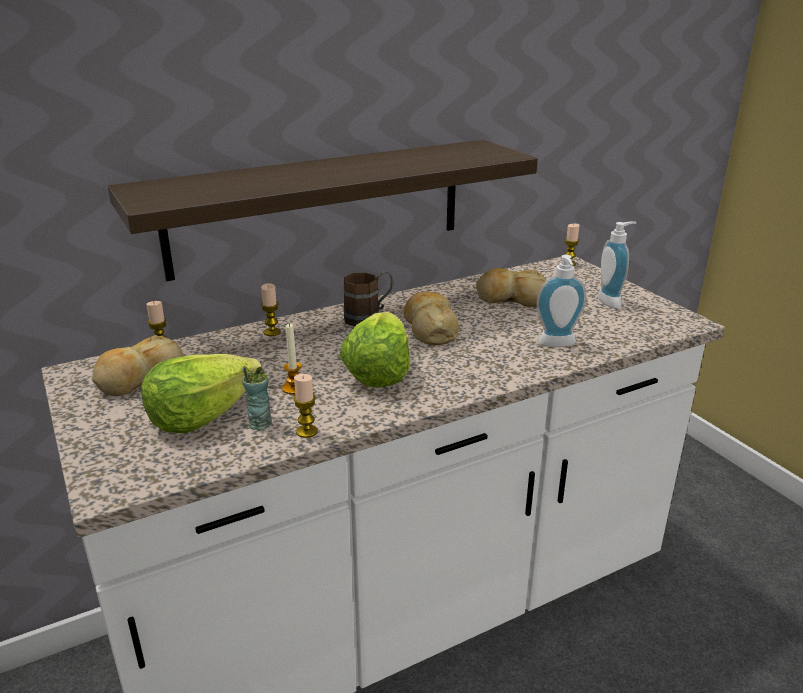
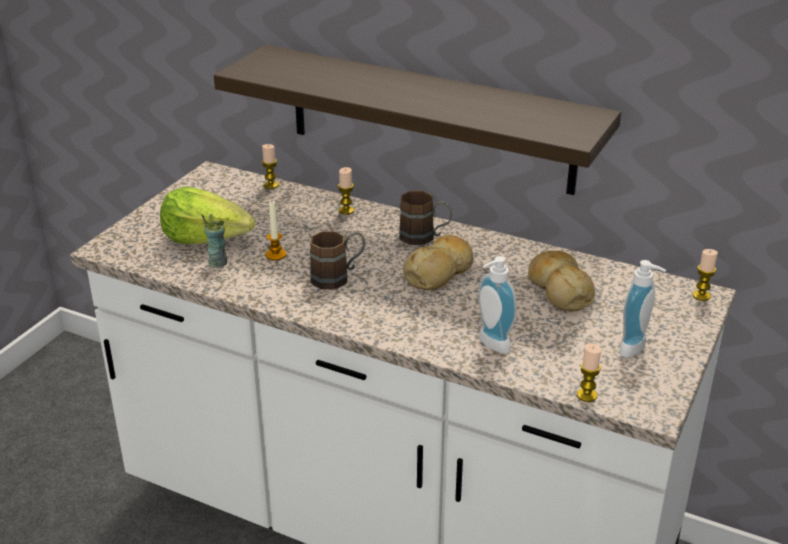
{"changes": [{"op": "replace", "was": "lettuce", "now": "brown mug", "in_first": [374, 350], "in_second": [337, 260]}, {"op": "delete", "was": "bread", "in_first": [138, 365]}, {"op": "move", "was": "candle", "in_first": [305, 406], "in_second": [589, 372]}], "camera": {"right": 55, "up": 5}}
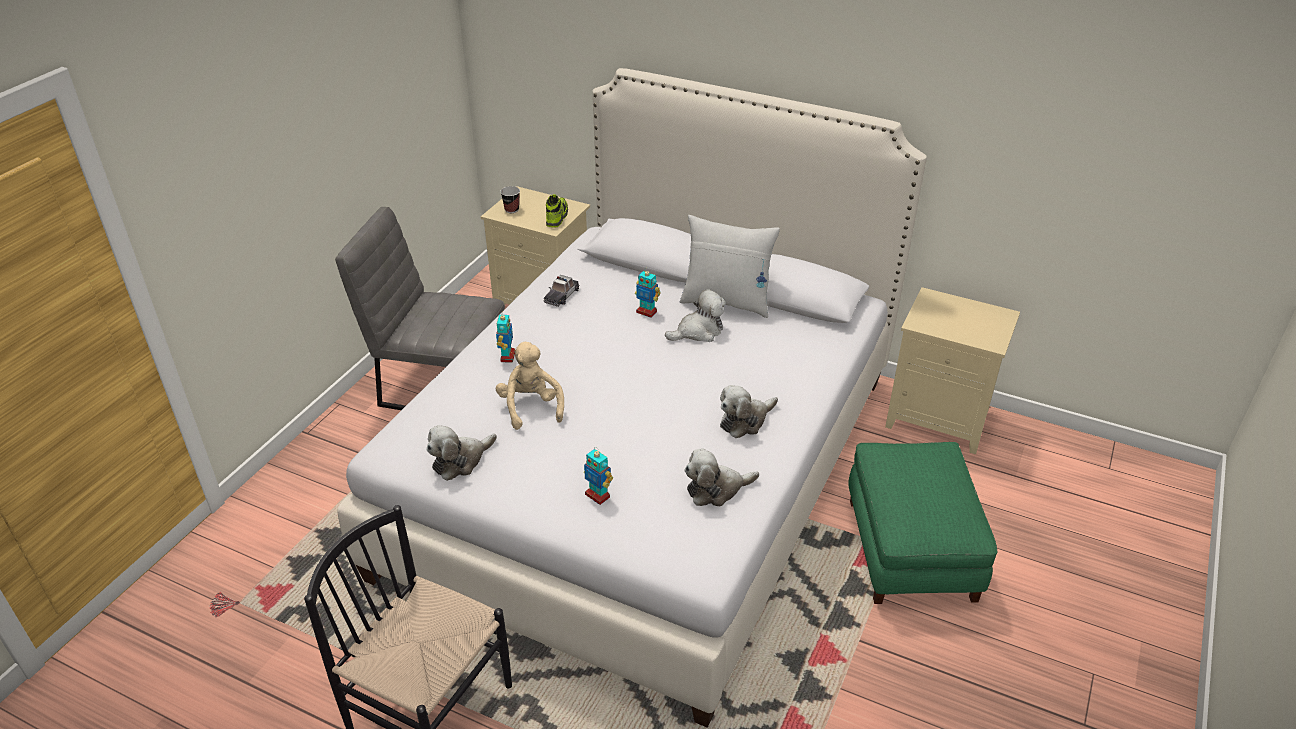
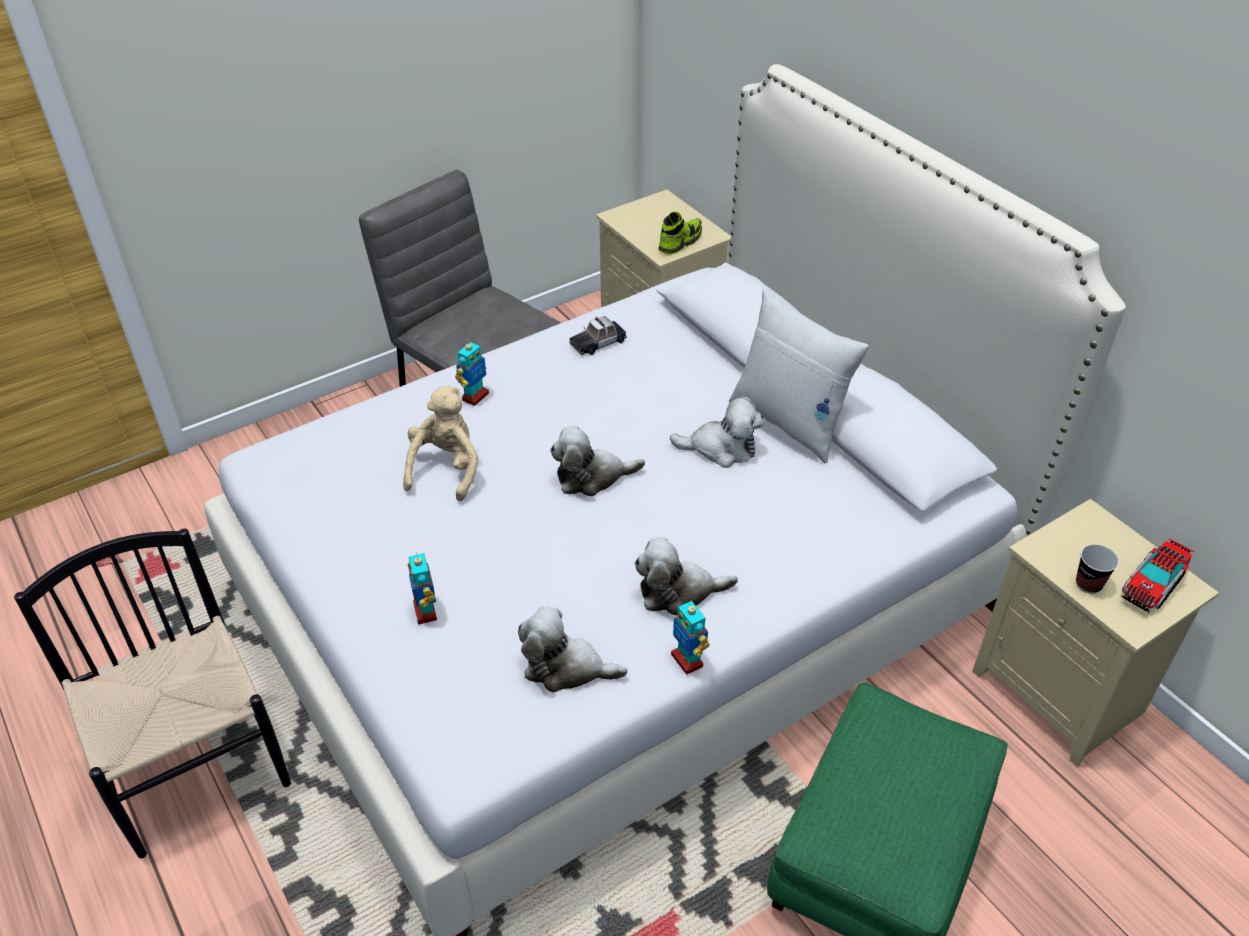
{"changes": [{"op": "move", "was": "cup", "in_first": [510, 199], "in_second": [1097, 569]}, {"op": "move", "was": "toy robot", "in_first": [647, 293], "in_second": [690, 638]}, {"op": "move", "was": "plush toy", "in_first": [461, 453], "in_second": [597, 461]}, {"op": "insert", "now": "toy truck", "in_second": [1158, 575]}], "camera": {"right": 30, "up": 5}}
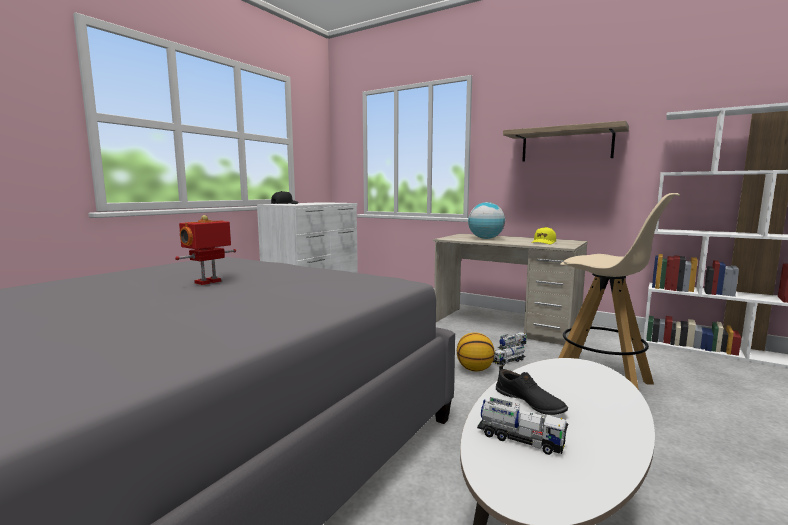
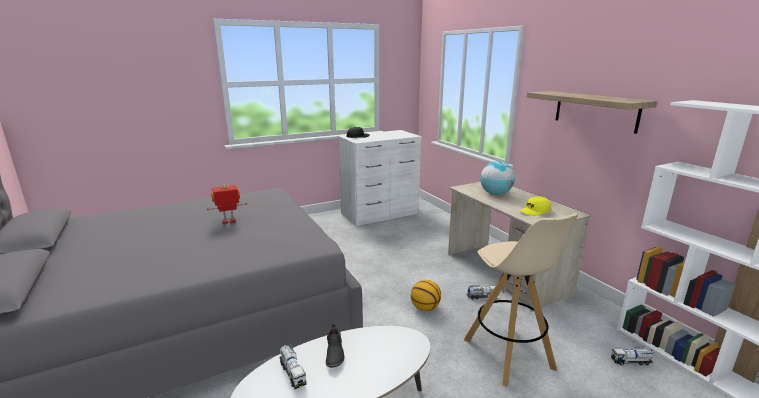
{"changes": [{"op": "move", "was": "toy truck", "in_first": [509, 355], "in_second": [632, 356]}], "camera": {"right": 30, "up": 10}}
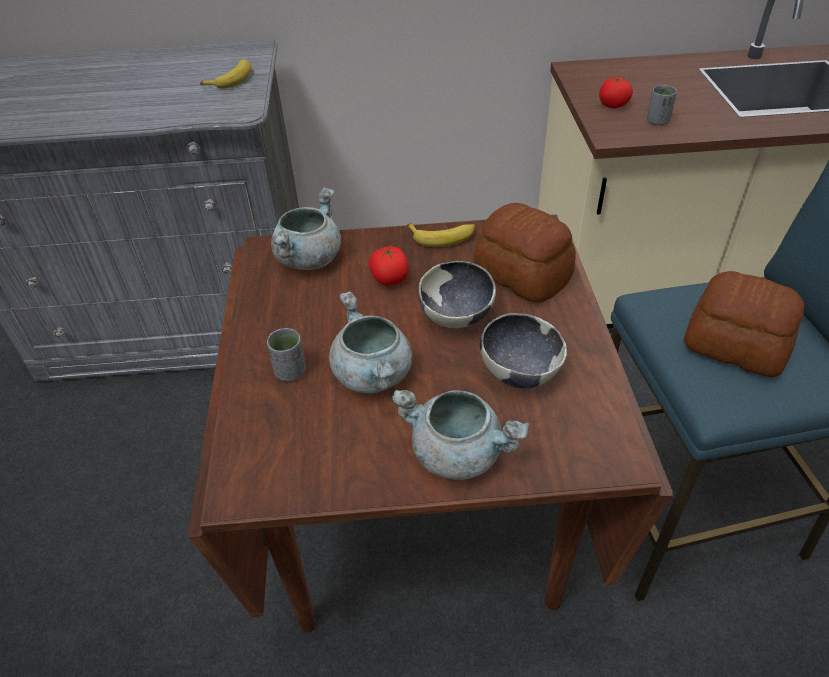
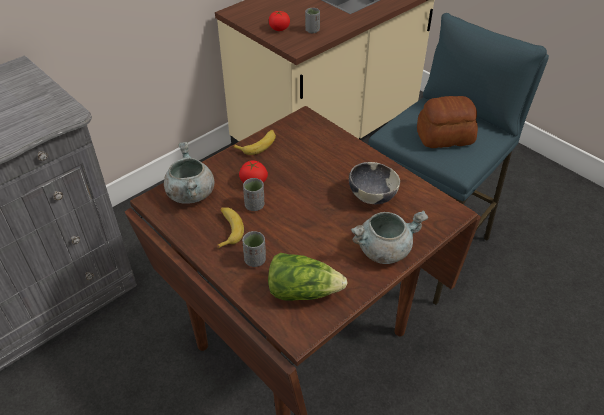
{"changes": [{"op": "move", "was": "banana", "in_first": [225, 74], "in_second": [230, 228]}, {"op": "delete", "was": "bread", "in_first": [525, 253]}, {"op": "delete", "was": "bowl", "in_first": [457, 295]}, {"op": "delete", "was": "grey cooking pot", "in_first": [370, 342]}, {"op": "insert", "now": "grey cup", "in_second": [253, 194]}, {"op": "insert", "now": "lettuce", "in_second": [308, 277]}], "camera": {"right": -40, "up": 0}}
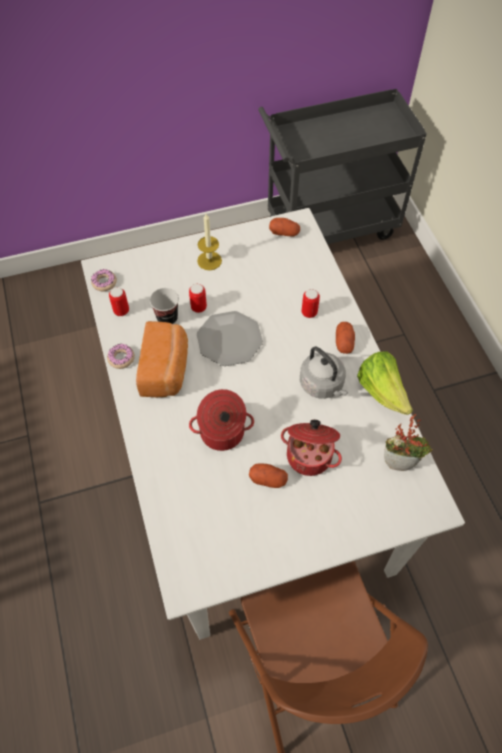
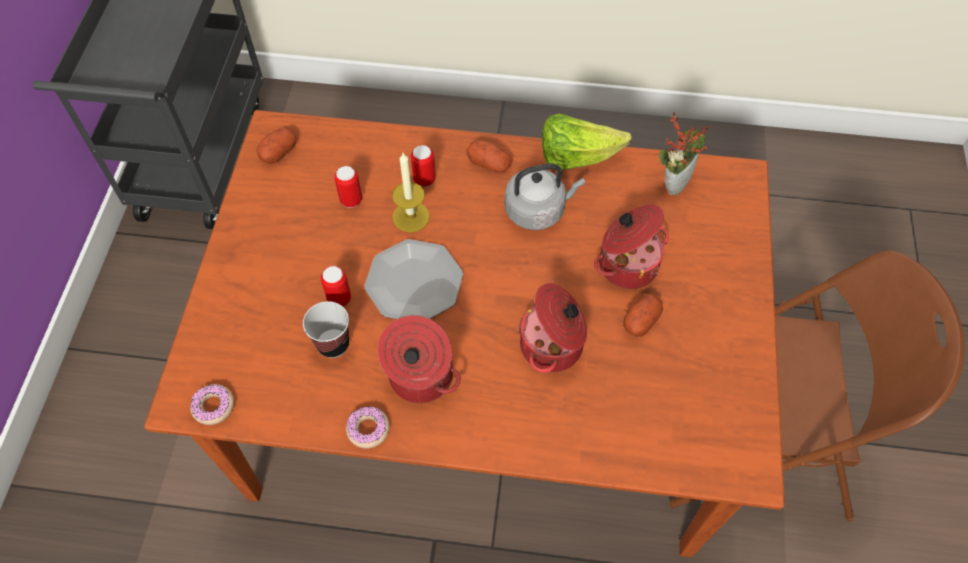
{"changes": [{"op": "recolor", "was": "white dining table", "now": "brown dining table", "in_first": [273, 424], "in_second": [464, 333]}, {"op": "move", "was": "candle", "in_first": [209, 242], "in_second": [411, 193]}, {"op": "move", "was": "can", "in_first": [119, 301], "in_second": [348, 187]}, {"op": "replace", "was": "bread", "now": "cooking pot", "in_first": [162, 359], "in_second": [419, 359]}], "camera": {"right": -65, "up": 0}}
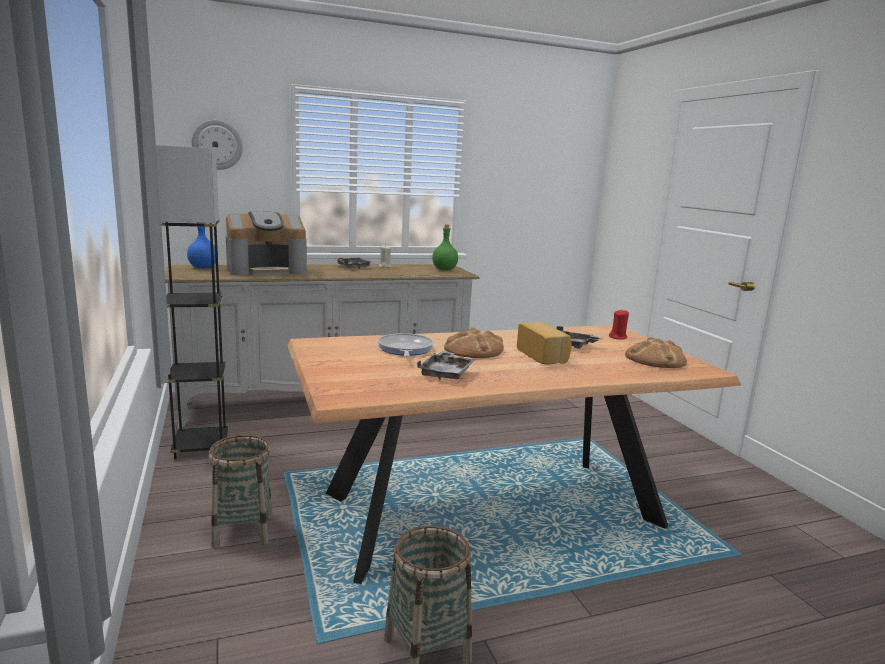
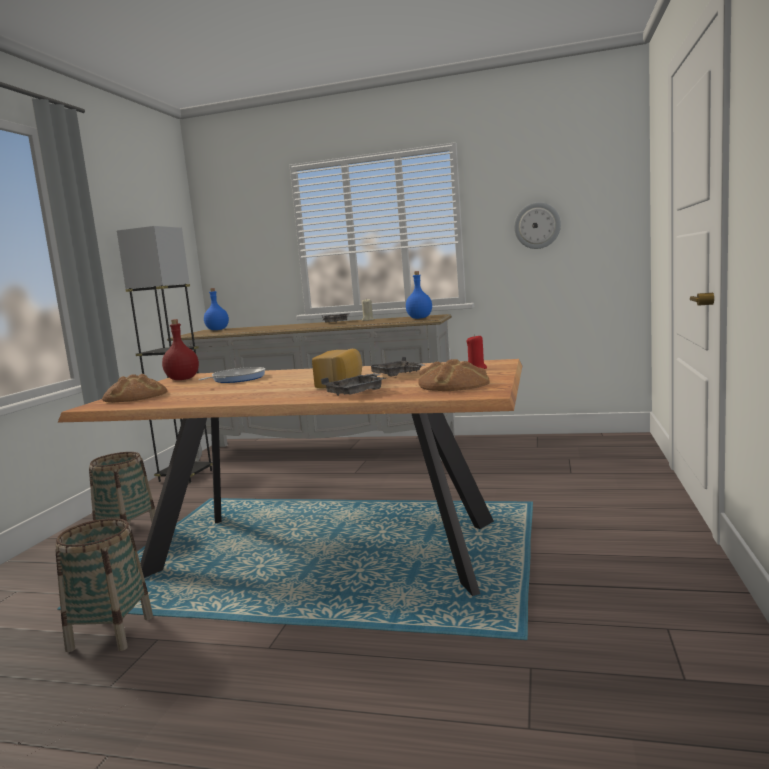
{"changes": [{"op": "move", "was": "wall clock", "in_first": [217, 145], "in_second": [537, 225]}, {"op": "delete", "was": "coffee machine", "in_first": [266, 243]}, {"op": "recolor", "was": "green bottle", "now": "blue bottle", "in_first": [445, 247], "in_second": [419, 295]}, {"op": "move", "was": "bread", "in_first": [474, 343], "in_second": [134, 388]}, {"op": "move", "was": "grey tray", "in_first": [446, 365], "in_second": [353, 384]}, {"op": "insert", "now": "red bottle", "in_second": [180, 349]}], "camera": {"right": 35, "up": -5}}
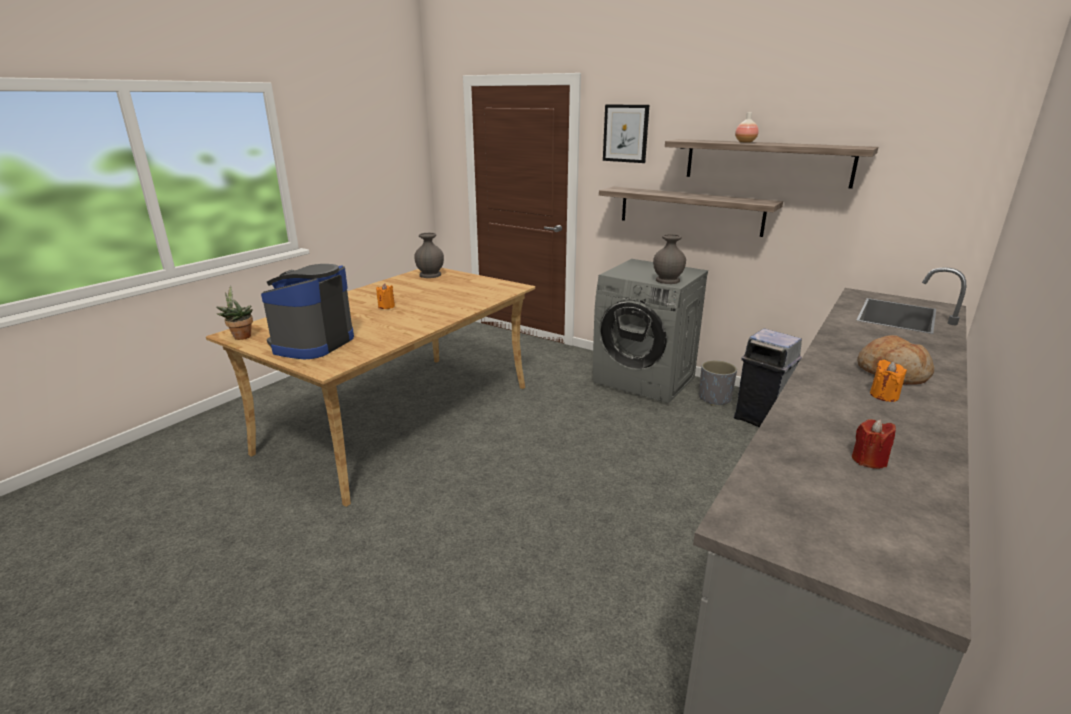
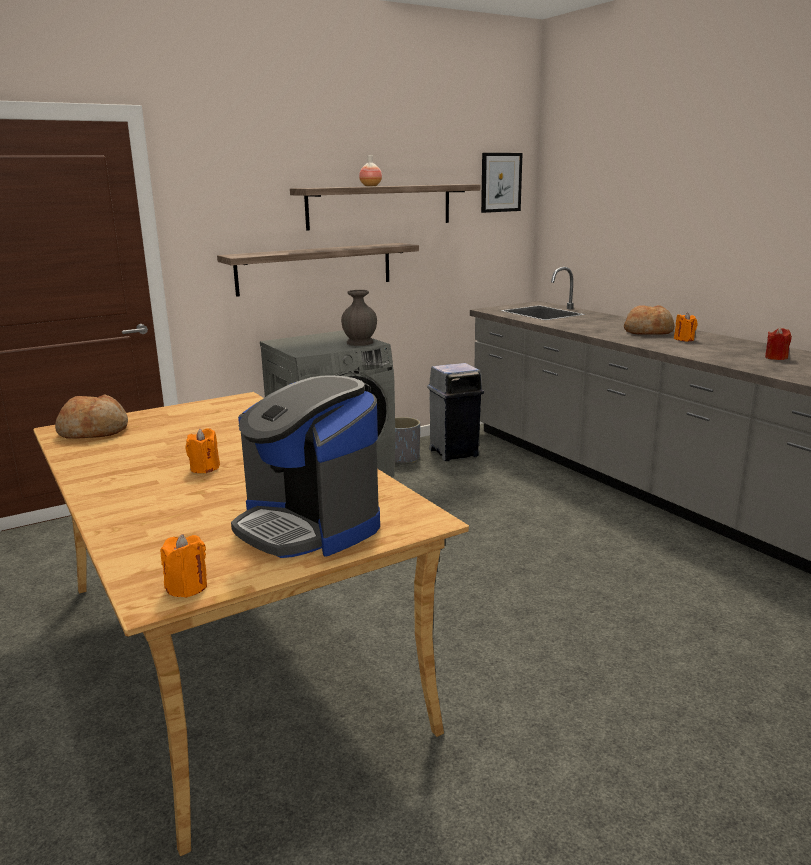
{"changes": [{"op": "move", "was": "picture", "in_first": [626, 133], "in_second": [502, 183]}, {"op": "replace", "was": "grey vase", "now": "bread", "in_first": [429, 255], "in_second": [91, 416]}, {"op": "replace", "was": "potted plant", "now": "orange candle", "in_first": [234, 313], "in_second": [183, 566]}], "camera": {"right": -65, "up": -5}}
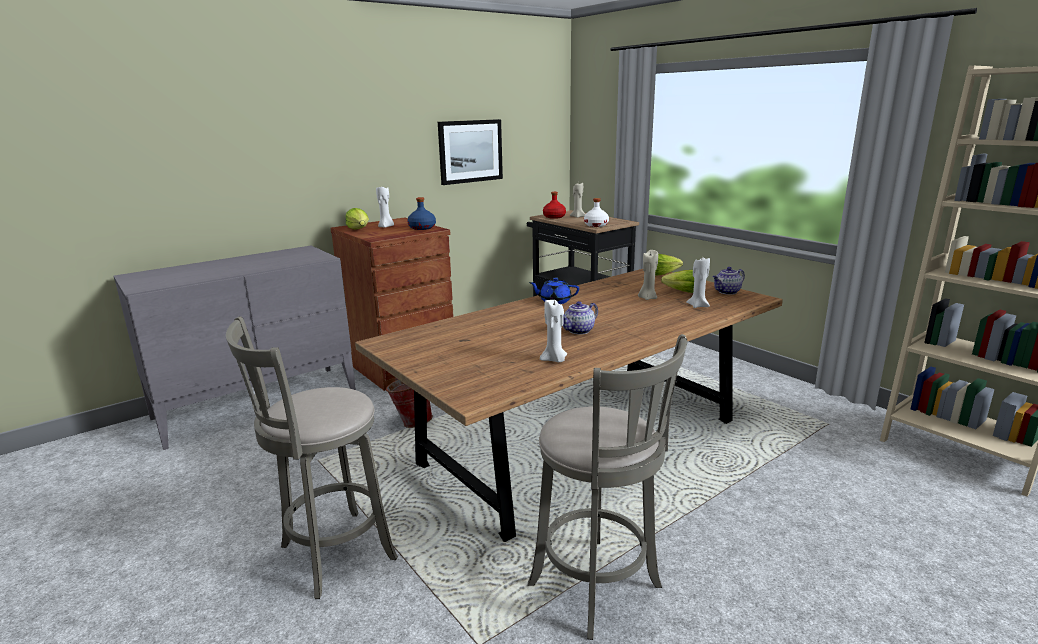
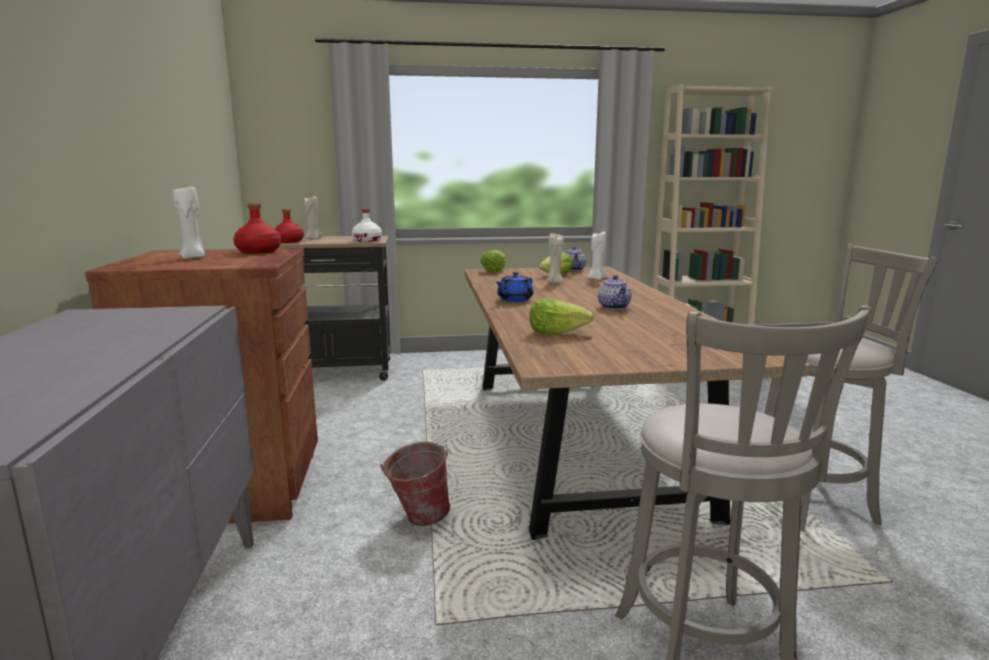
{"changes": [{"op": "delete", "was": "picture", "in_first": [470, 152]}, {"op": "recolor", "was": "blue bottle", "now": "red bottle", "in_first": [421, 213], "in_second": [257, 228]}, {"op": "move", "was": "lettuce", "in_first": [357, 219], "in_second": [562, 316]}, {"op": "delete", "was": "white candle", "in_first": [553, 330]}], "camera": {"right": -60, "up": -5}}
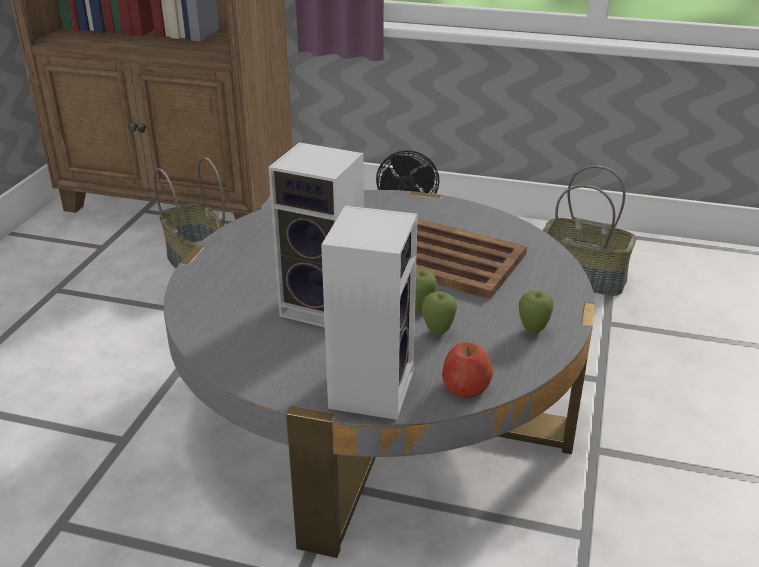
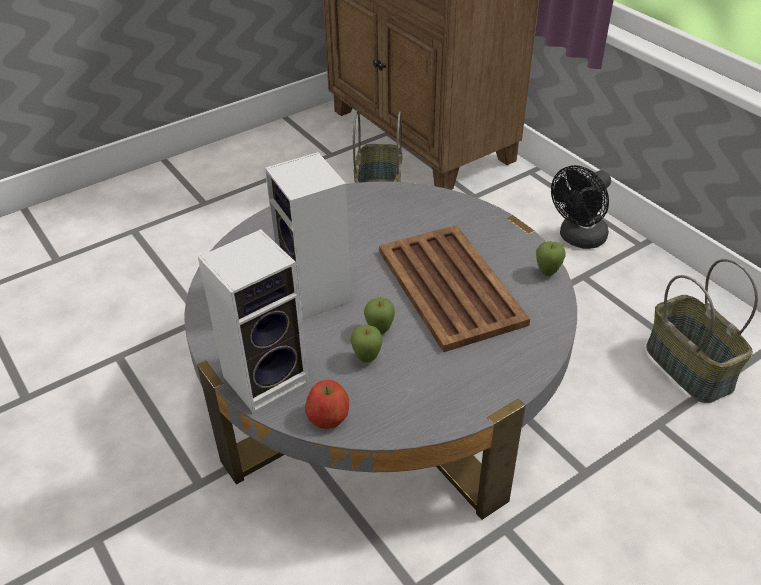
{"changes": [{"op": "move", "was": "apple", "in_first": [536, 312], "in_second": [551, 258]}], "camera": {"right": 40, "up": 10}}
